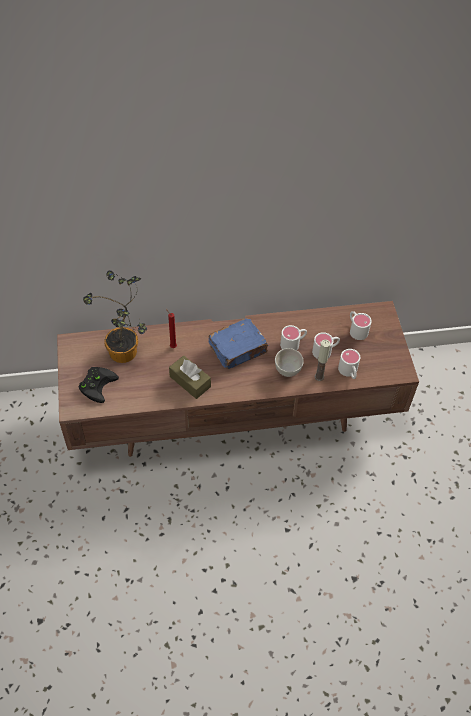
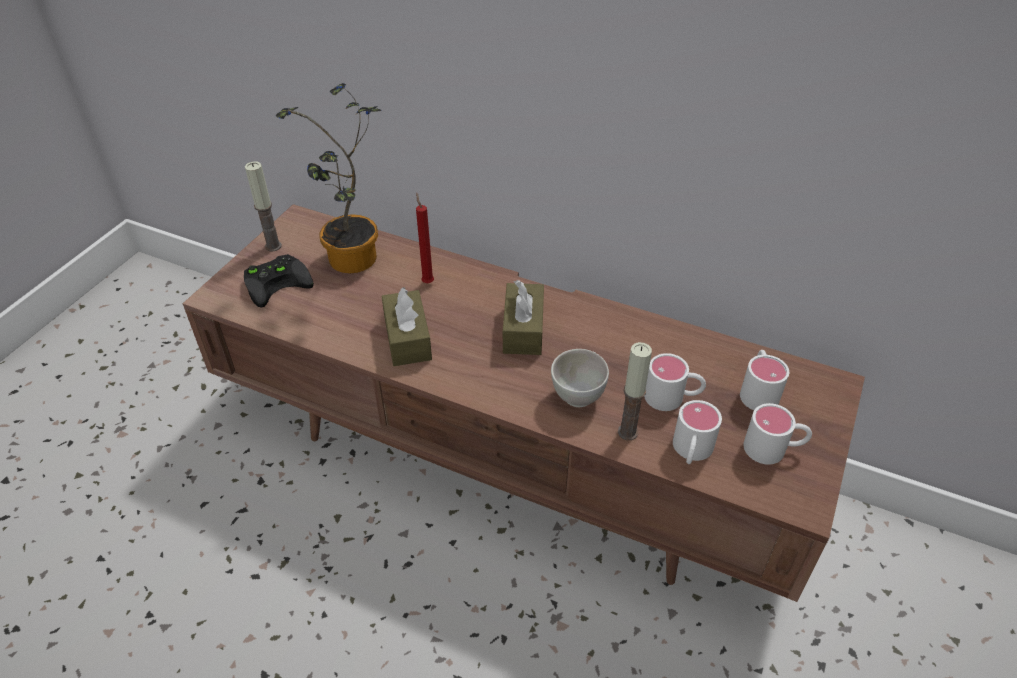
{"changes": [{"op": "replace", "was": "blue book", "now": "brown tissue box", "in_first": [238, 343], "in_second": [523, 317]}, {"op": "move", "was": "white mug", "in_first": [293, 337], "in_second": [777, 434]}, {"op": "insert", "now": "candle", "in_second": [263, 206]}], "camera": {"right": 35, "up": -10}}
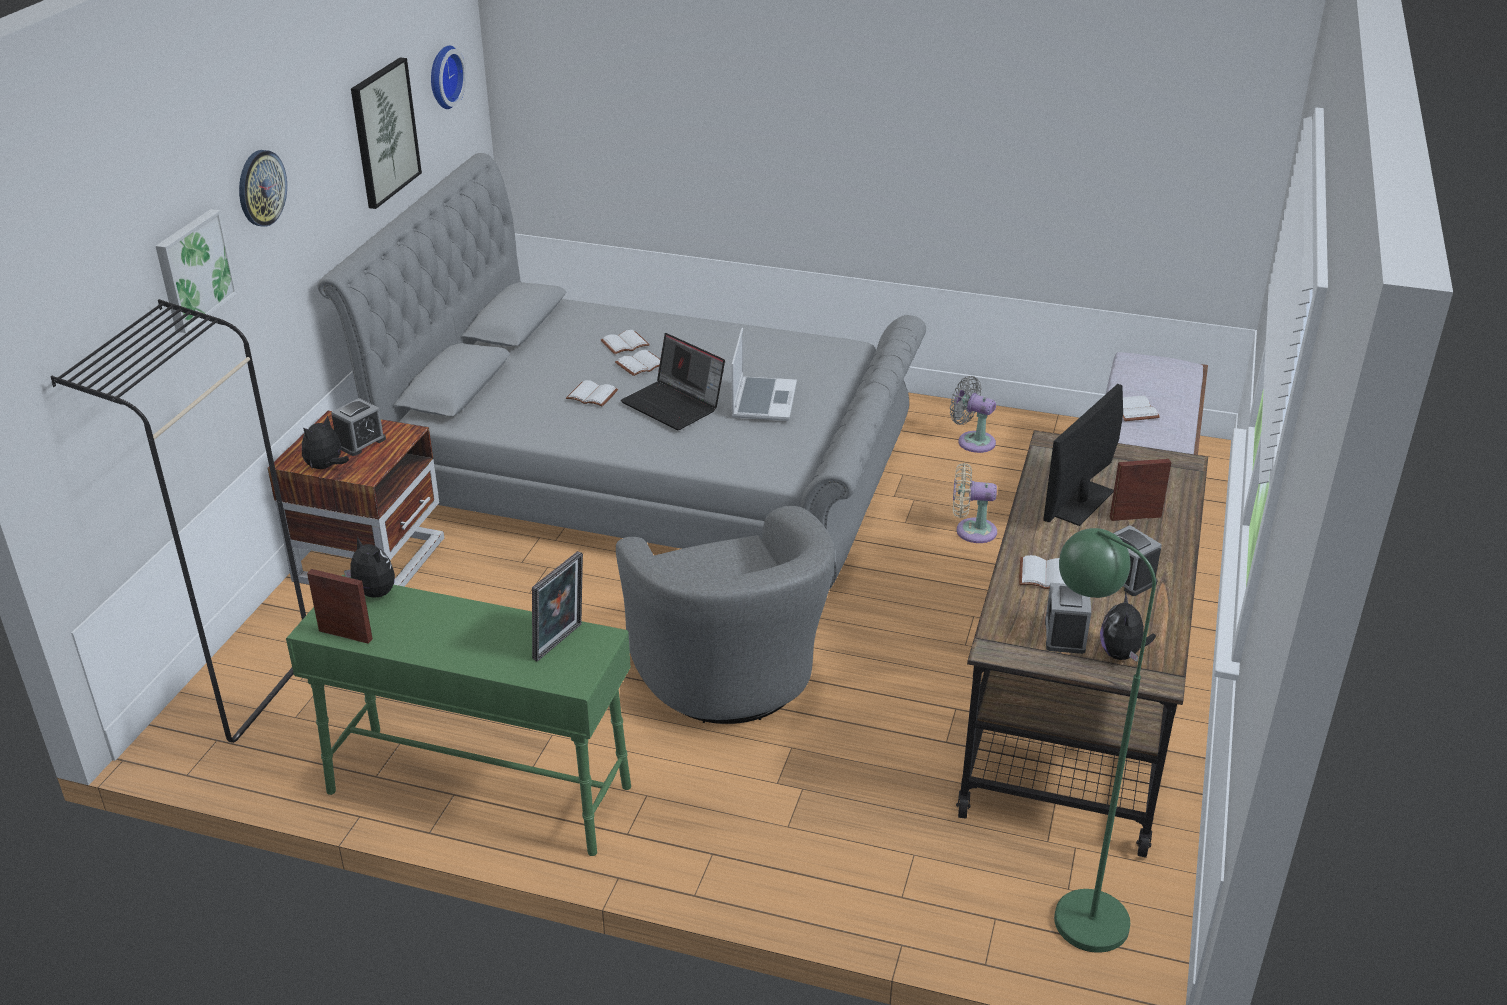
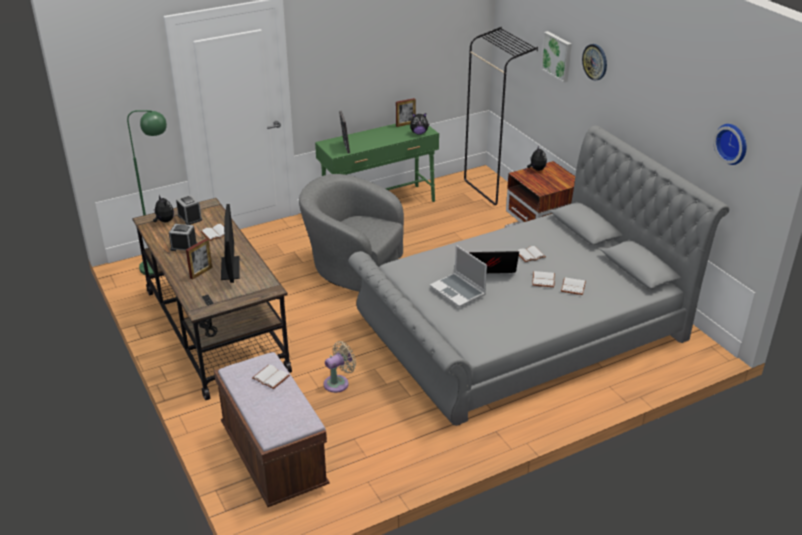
{"changes": [{"op": "delete", "was": "picture", "in_first": [386, 133]}, {"op": "delete", "was": "grey fan", "in_first": [973, 414]}, {"op": "delete", "was": "alarm clock", "in_first": [358, 427]}], "camera": {"right": 135, "up": 0}}
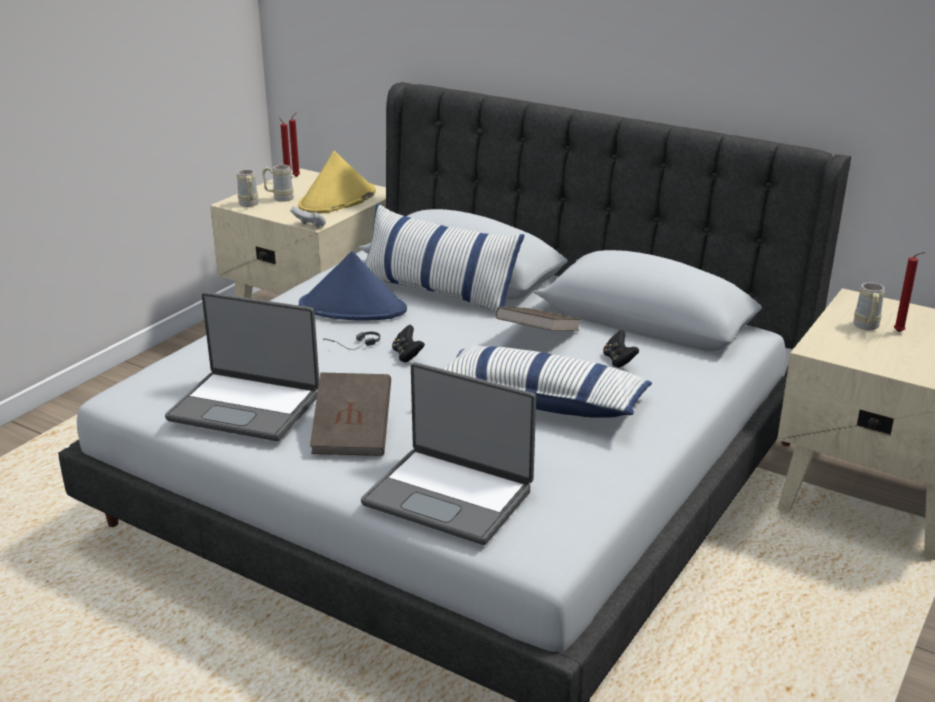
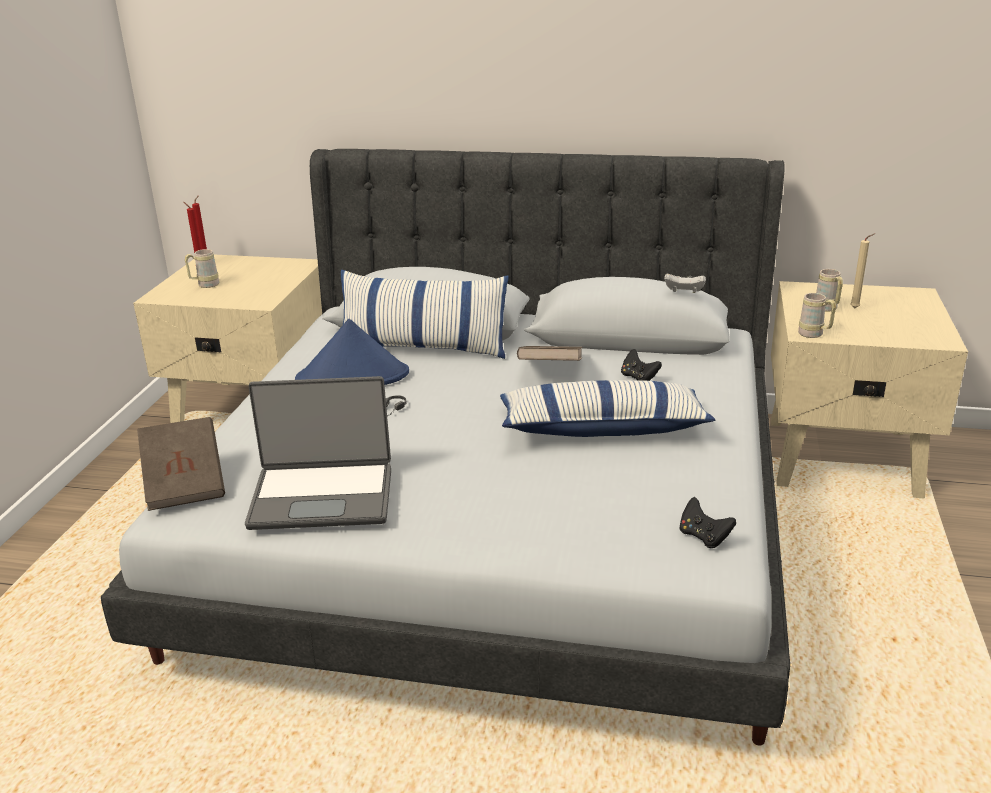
{"changes": [{"op": "delete", "was": "yellow hat", "in_first": [336, 182]}, {"op": "move", "was": "beige mug", "in_first": [248, 188], "in_second": [817, 315]}, {"op": "move", "was": "white game controller", "in_first": [308, 217], "in_second": [685, 283]}, {"op": "recolor", "was": "red candle", "now": "beige candle", "in_first": [909, 292], "in_second": [862, 270]}, {"op": "move", "was": "black game controller", "in_first": [408, 343], "in_second": [707, 522]}, {"op": "delete", "was": "laptop", "in_first": [448, 453]}, {"op": "move", "was": "brown book", "in_first": [350, 414], "in_second": [181, 464]}], "camera": {"right": -20, "up": 0}}
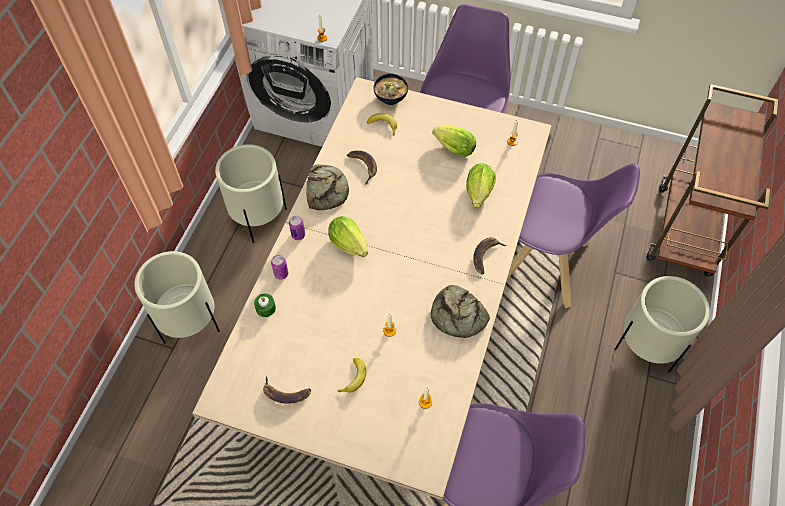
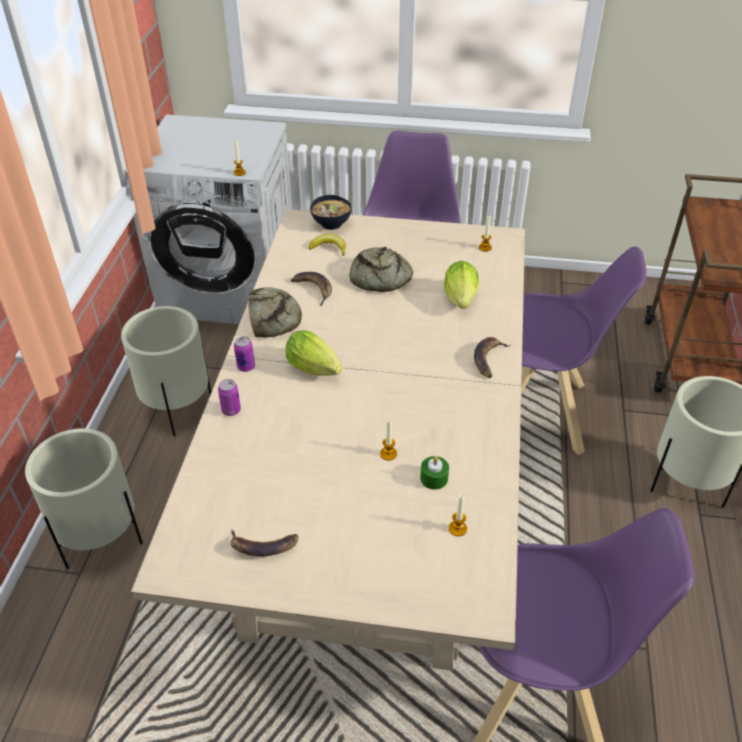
{"changes": [{"op": "delete", "was": "lettuce", "in_first": [454, 141]}, {"op": "move", "was": "bread", "in_first": [460, 311], "in_second": [381, 269]}, {"op": "move", "was": "green candle", "in_first": [265, 305], "in_second": [434, 473]}, {"op": "delete", "was": "banana", "in_first": [352, 375]}], "camera": {"right": -10, "up": -15}}
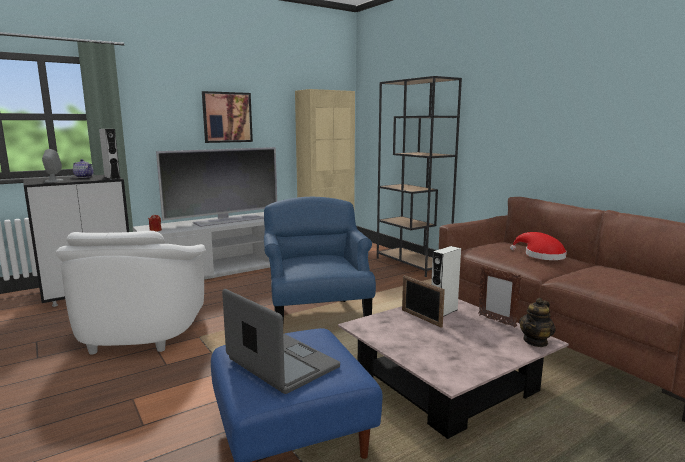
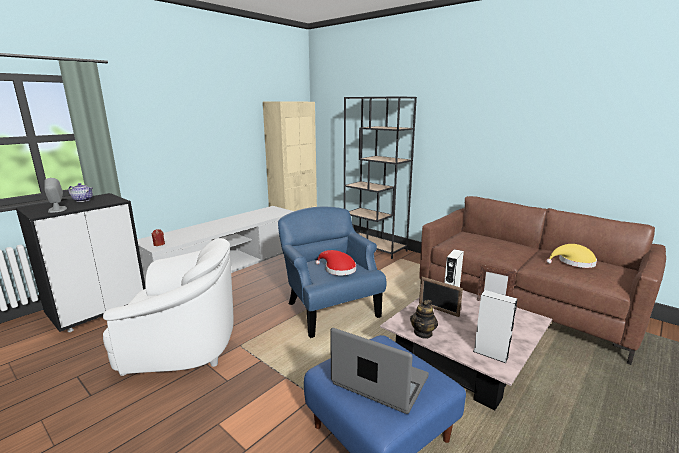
{"changes": [{"op": "delete", "was": "picture", "in_first": [227, 117]}, {"op": "move", "was": "grey speaker", "in_first": [109, 154], "in_second": [495, 326]}, {"op": "delete", "was": "television", "in_first": [216, 187]}, {"op": "rotate", "was": "white armchair", "in_first": [130, 293], "in_second": [168, 307], "clockwise": -75}, {"op": "move", "was": "red hat", "in_first": [538, 246], "in_second": [335, 262]}, {"op": "move", "was": "teapot", "in_first": [537, 322], "in_second": [424, 319]}, {"op": "insert", "now": "yellow hat", "in_second": [571, 256]}], "camera": {"right": -15, "up": 5}}
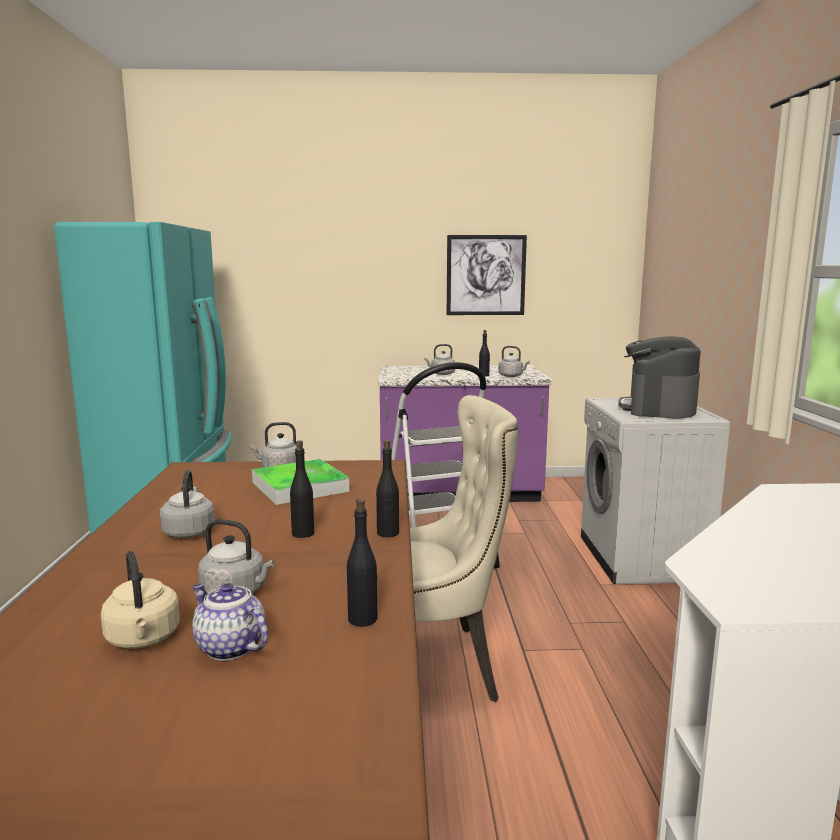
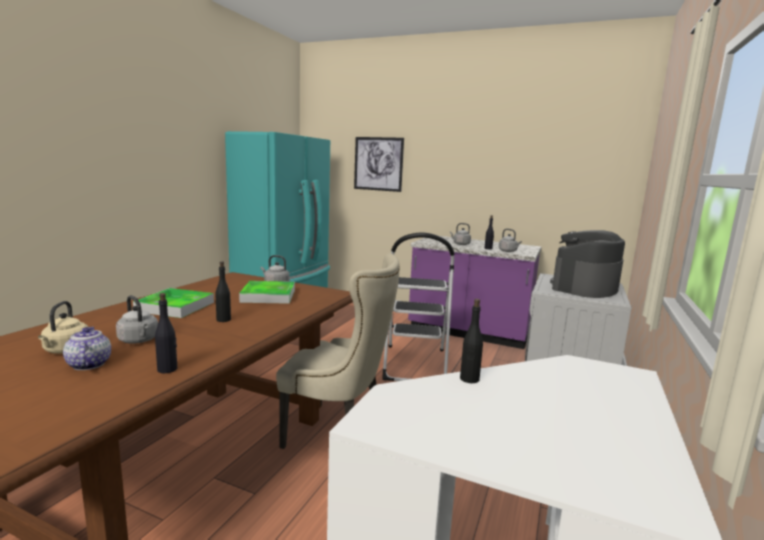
{"changes": [{"op": "move", "was": "picture", "in_first": [487, 275], "in_second": [379, 164]}, {"op": "move", "was": "black bottle", "in_first": [387, 488], "in_second": [471, 341]}, {"op": "replace", "was": "grey kettle", "now": "tray", "in_first": [187, 504], "in_second": [173, 303]}], "camera": {"right": 25, "up": 0}}
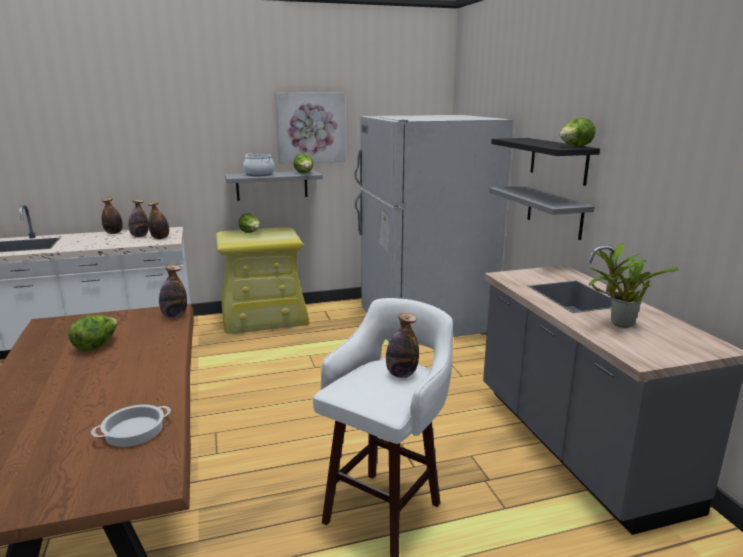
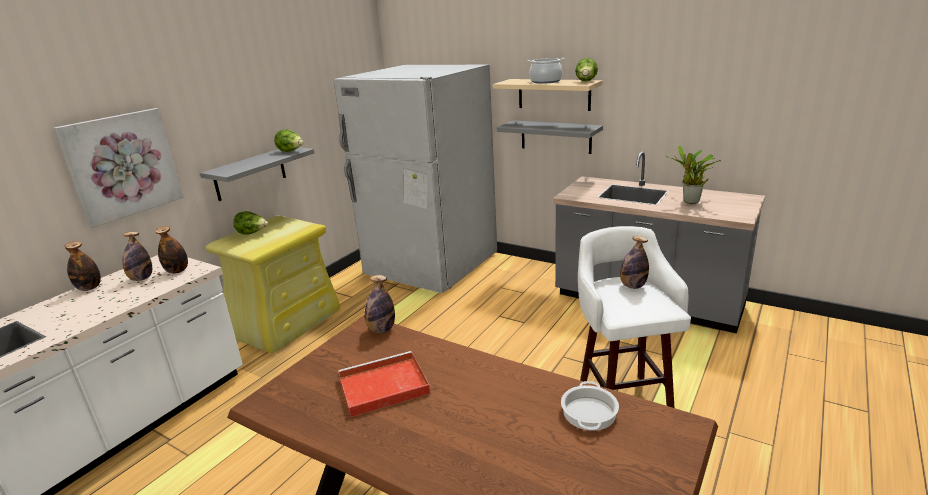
{"changes": [{"op": "move", "was": "picture", "in_first": [310, 128], "in_second": [119, 168]}, {"op": "recolor", "was": "black shelf", "now": "beige shelf", "in_first": [545, 162], "in_second": [548, 95]}, {"op": "move", "was": "cooking pot", "in_first": [258, 164], "in_second": [546, 71]}, {"op": "replace", "was": "lettuce", "now": "red tray", "in_first": [93, 333], "in_second": [384, 384]}], "camera": {"right": -40, "up": 5}}
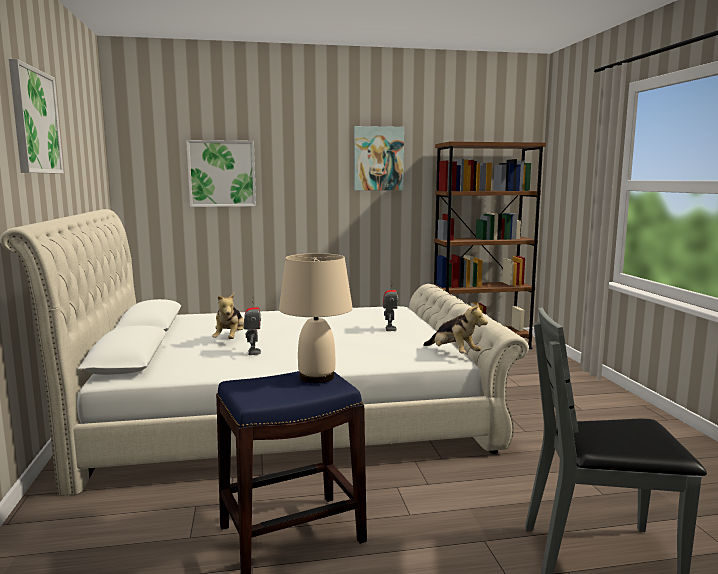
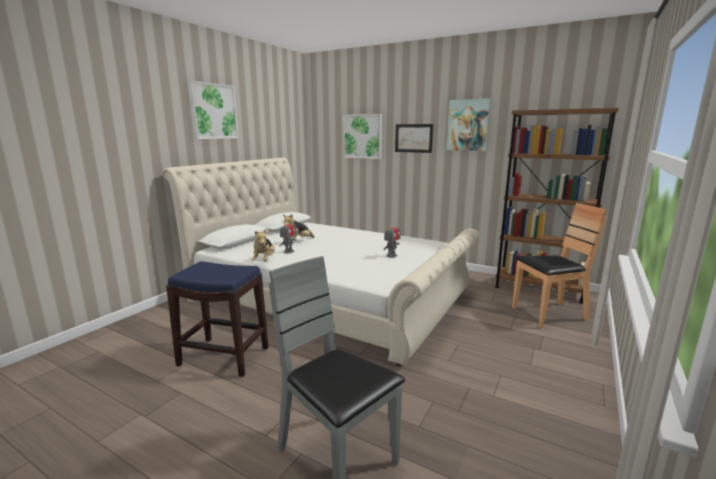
{"changes": [{"op": "delete", "was": "beige table lamp", "in_first": [316, 318]}, {"op": "move", "was": "plush toy", "in_first": [455, 327], "in_second": [263, 245]}, {"op": "insert", "now": "picture", "in_second": [414, 138]}, {"op": "insert", "now": "brown chair", "in_second": [559, 265]}], "camera": {"right": 40, "up": 5}}
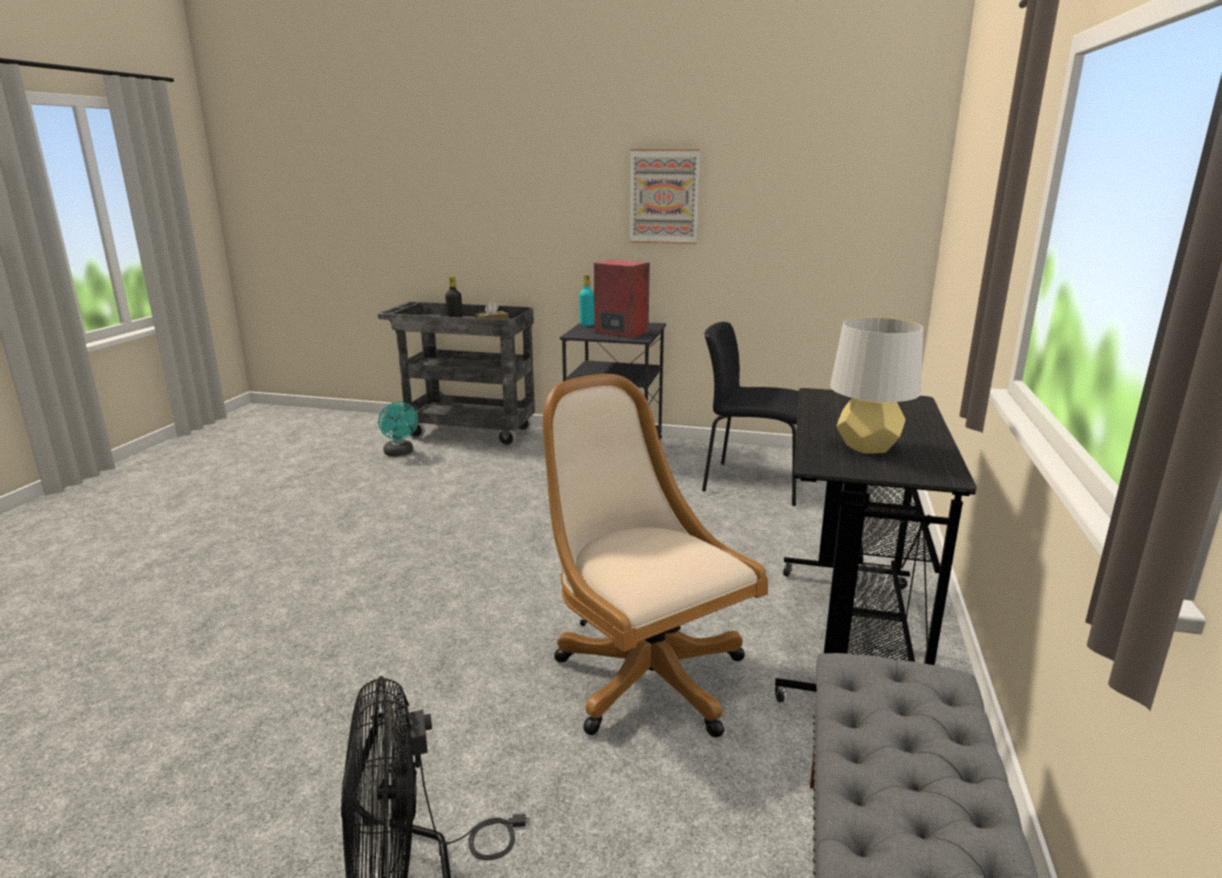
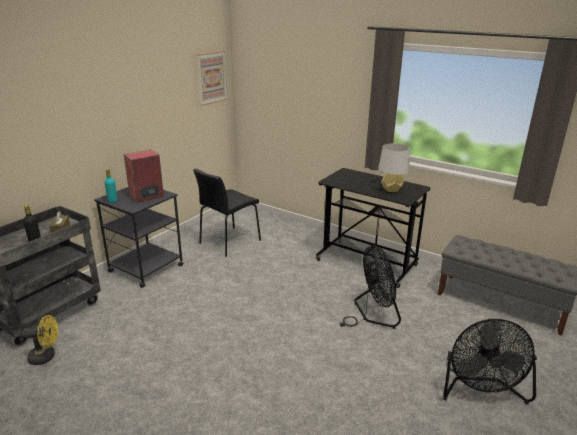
{"changes": [{"op": "move", "was": "picture", "in_first": [665, 196], "in_second": [212, 78]}, {"op": "replace", "was": "office chair", "now": "black fan", "in_first": [655, 555], "in_second": [370, 287]}, {"op": "recolor", "was": "turquoise fan", "now": "yellow fan", "in_first": [398, 429], "in_second": [40, 340]}], "camera": {"right": -70, "up": 5}}
